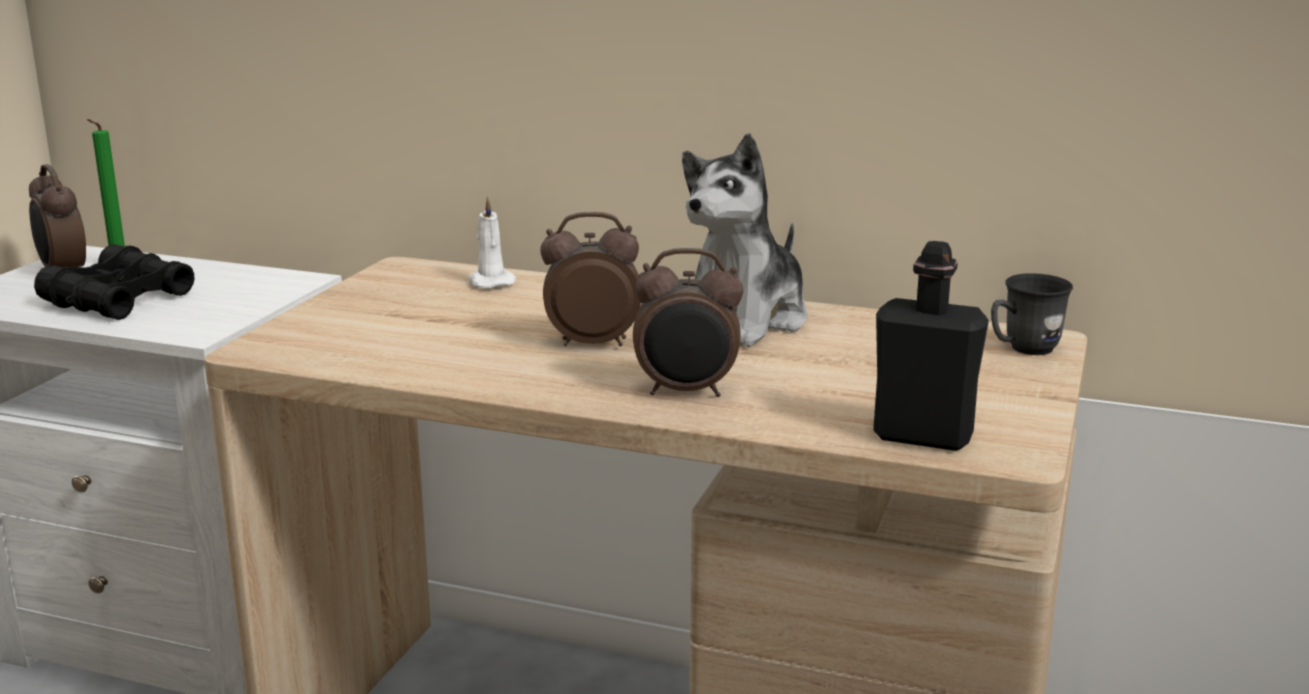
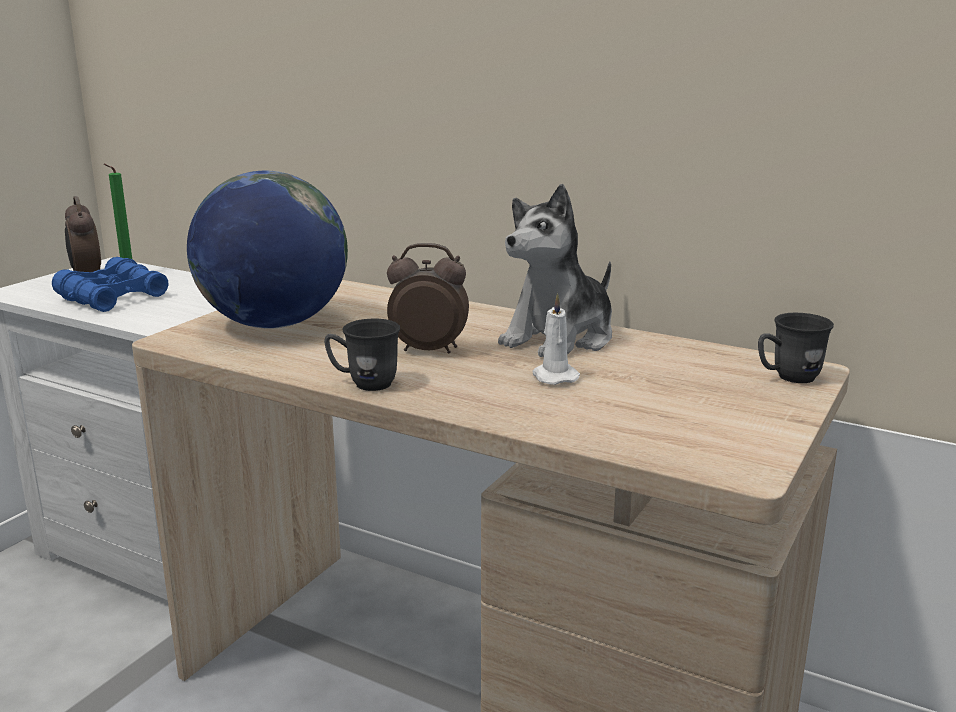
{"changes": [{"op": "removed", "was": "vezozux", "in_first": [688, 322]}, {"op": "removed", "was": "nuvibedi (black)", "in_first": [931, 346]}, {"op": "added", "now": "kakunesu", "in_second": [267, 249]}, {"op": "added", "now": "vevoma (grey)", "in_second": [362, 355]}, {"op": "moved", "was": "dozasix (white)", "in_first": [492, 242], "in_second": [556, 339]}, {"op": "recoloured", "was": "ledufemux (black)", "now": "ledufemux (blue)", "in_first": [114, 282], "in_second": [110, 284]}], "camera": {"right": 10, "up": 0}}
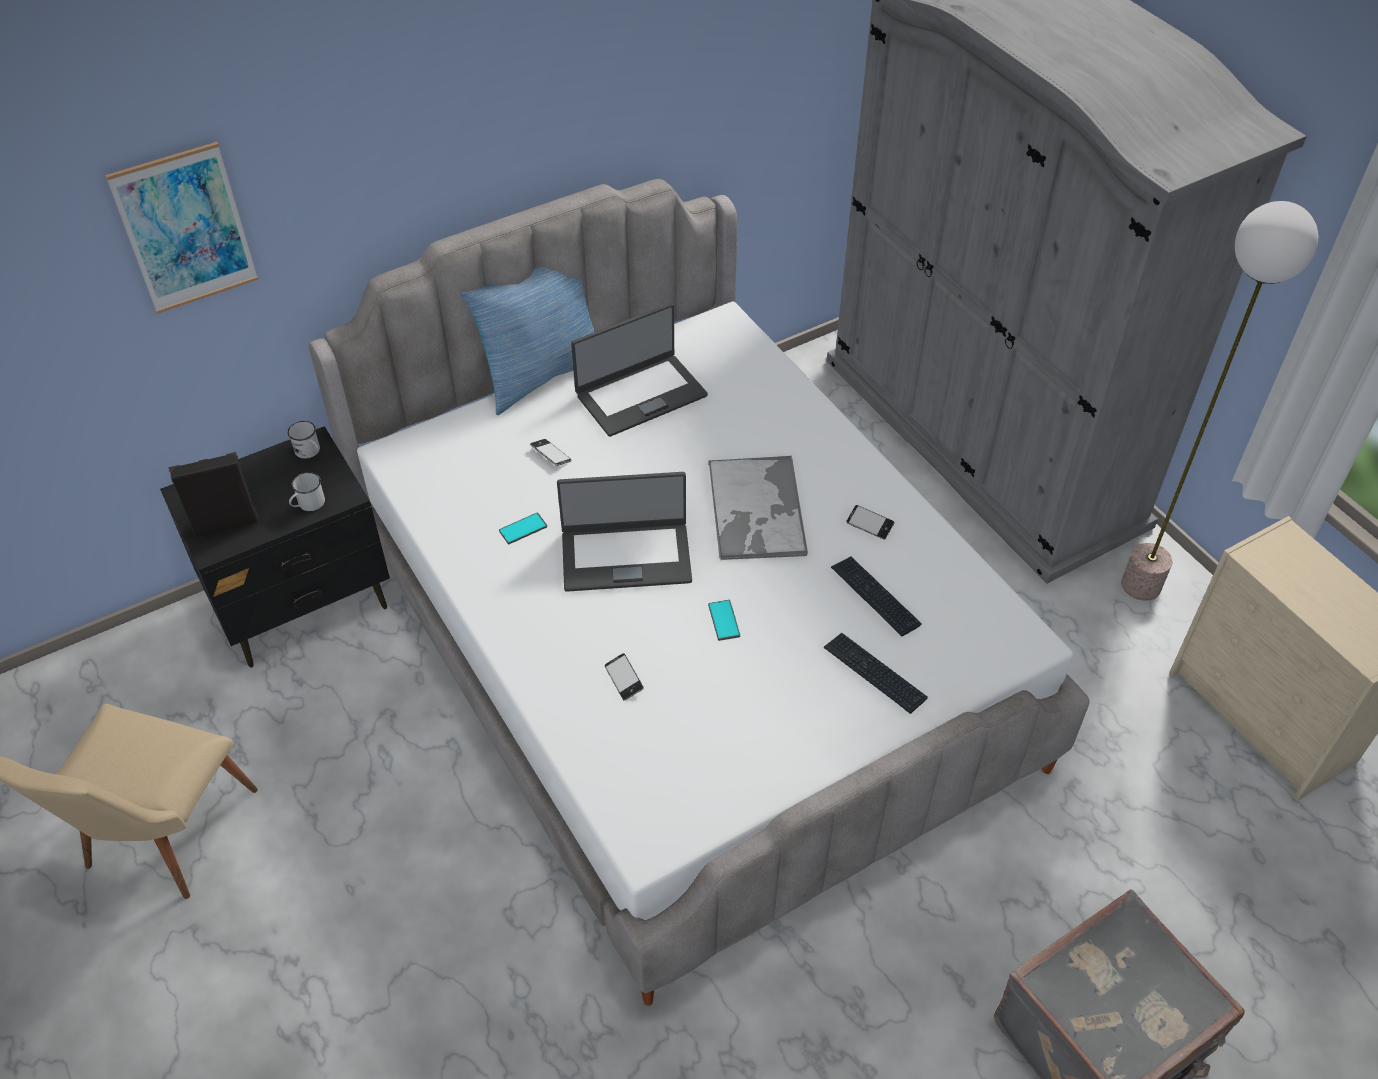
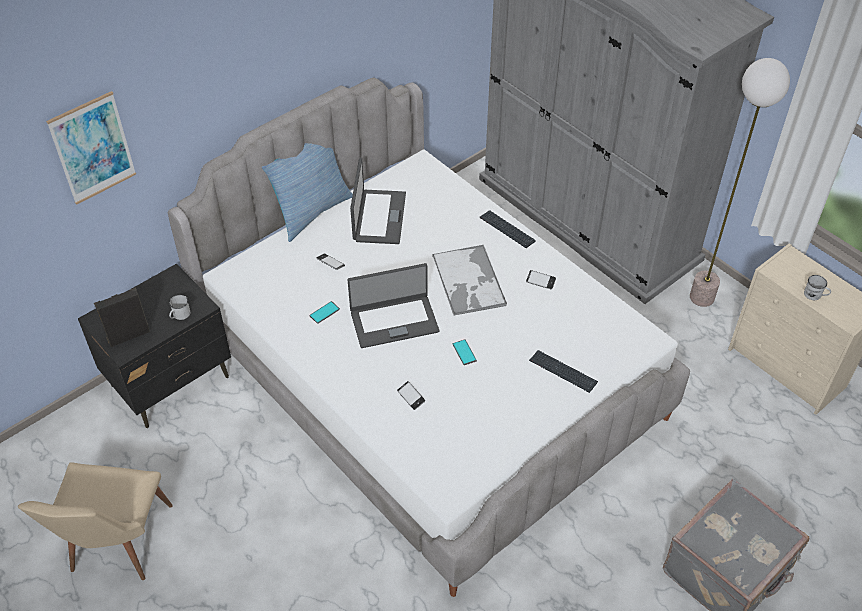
{"changes": [{"op": "moved", "was": "vevoma (white)", "in_first": [304, 440], "in_second": [817, 287]}, {"op": "moved", "was": "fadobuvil", "in_first": [876, 596], "in_second": [507, 229]}, {"op": "turned", "was": "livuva", "in_first": [639, 370], "in_second": [378, 201], "clockwise": -45}], "camera": {"right": -10, "up": 0}}
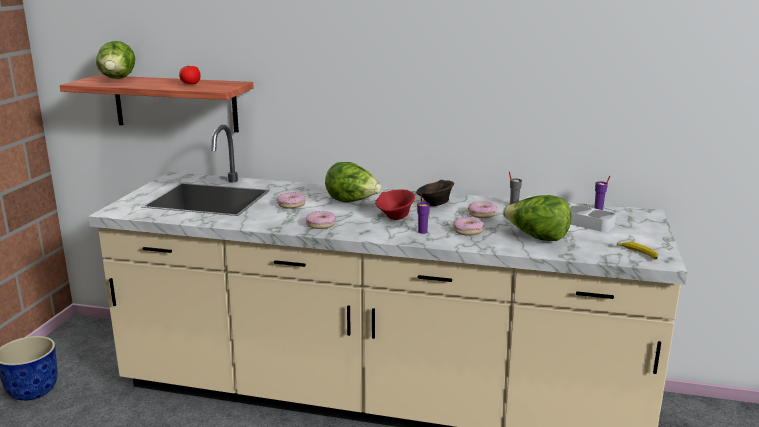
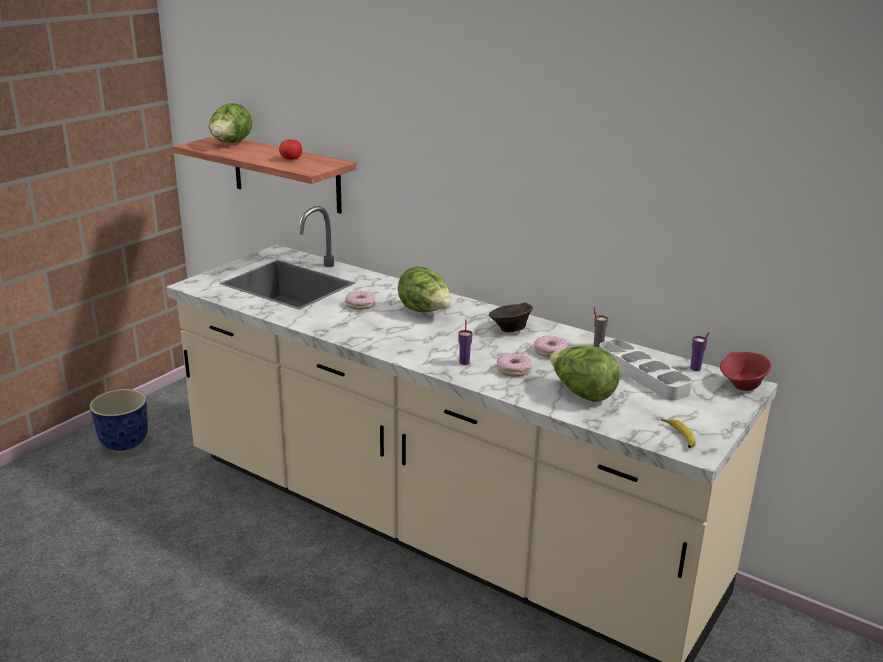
{"changes": [{"op": "removed", "was": "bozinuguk", "in_first": [321, 220]}, {"op": "moved", "was": "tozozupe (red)", "in_first": [395, 205], "in_second": [746, 371]}], "camera": {"right": 20, "up": 5}}
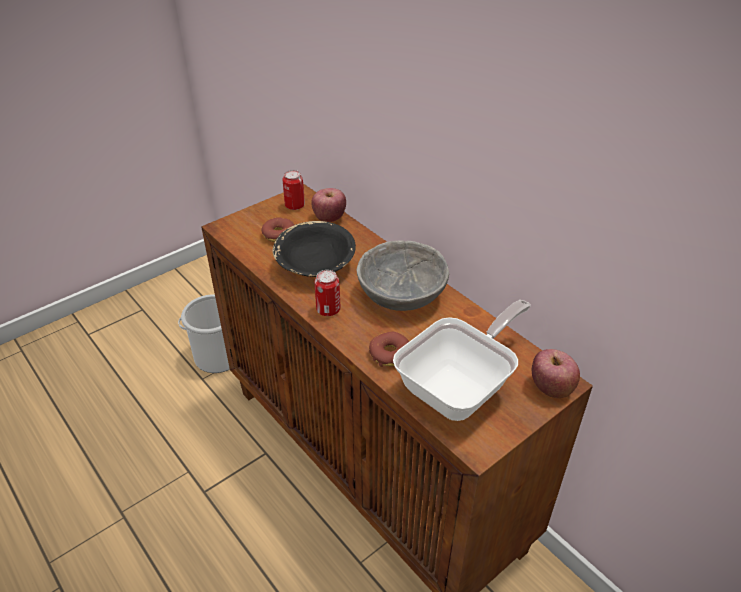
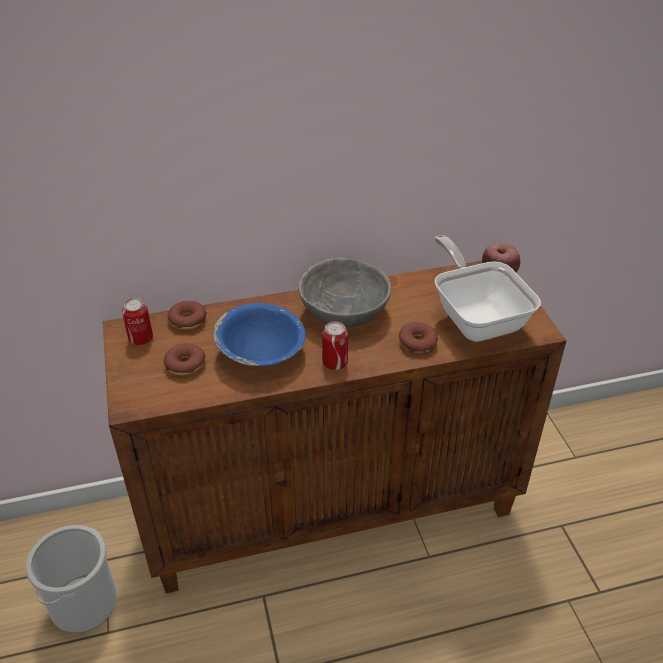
{"changes": [{"op": "replaced", "was": "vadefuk", "now": "bozinuguk", "in_first": [328, 205], "in_second": [187, 315]}, {"op": "recoloured", "was": "tozozupe (black)", "now": "tozozupe (blue)", "in_first": [314, 249], "in_second": [259, 334]}], "camera": {"right": -65, "up": 0}}
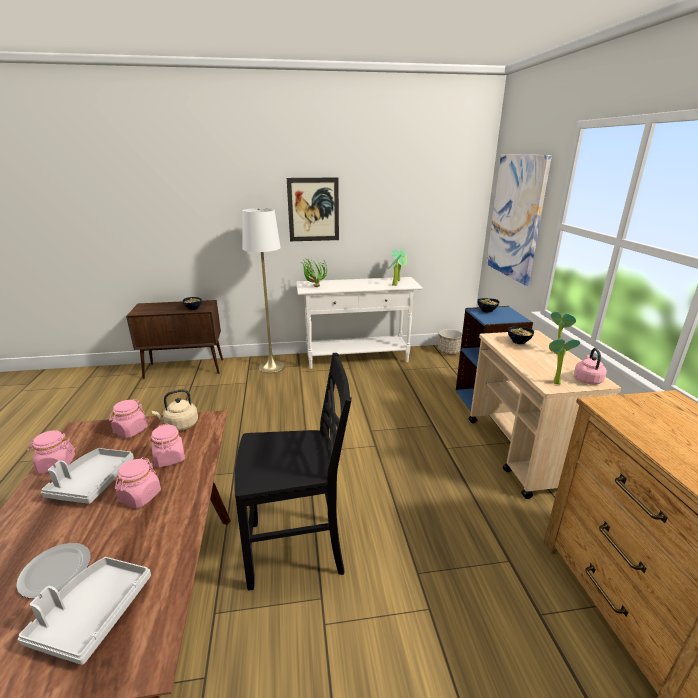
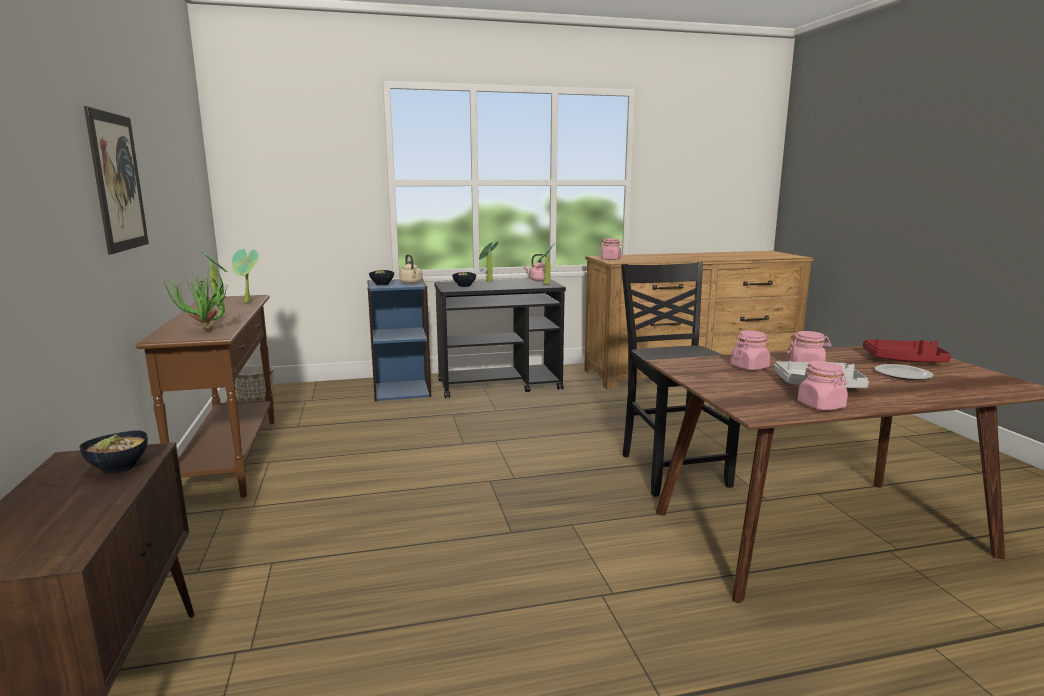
{"changes": [{"op": "removed", "was": "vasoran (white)", "in_first": [263, 291]}, {"op": "removed", "was": "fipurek", "in_first": [519, 219]}, {"op": "moved", "was": "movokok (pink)", "in_first": [128, 418], "in_second": [611, 249]}, {"op": "moved", "was": "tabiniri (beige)", "in_first": [175, 410], "in_second": [411, 269]}, {"op": "recoloured", "was": "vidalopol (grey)", "now": "vidalopol (red)", "in_first": [84, 611], "in_second": [907, 350]}, {"op": "recoloured", "was": "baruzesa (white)", "now": "baruzesa (brown)", "in_first": [359, 323], "in_second": [205, 396]}, {"op": "recoloured", "was": "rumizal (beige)", "now": "rumizal (black)", "in_first": [545, 414], "in_second": [500, 338]}], "camera": {"right": -95, "up": -10}}
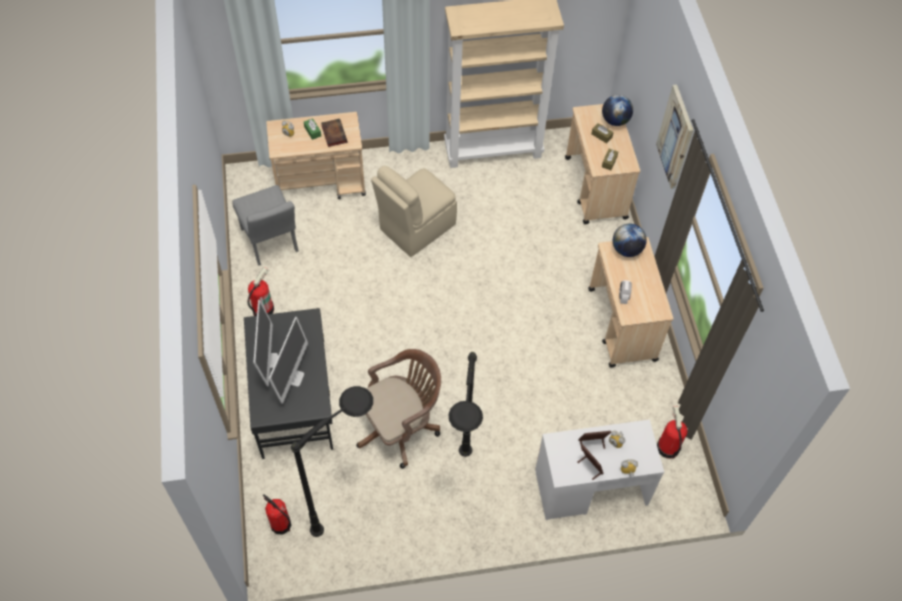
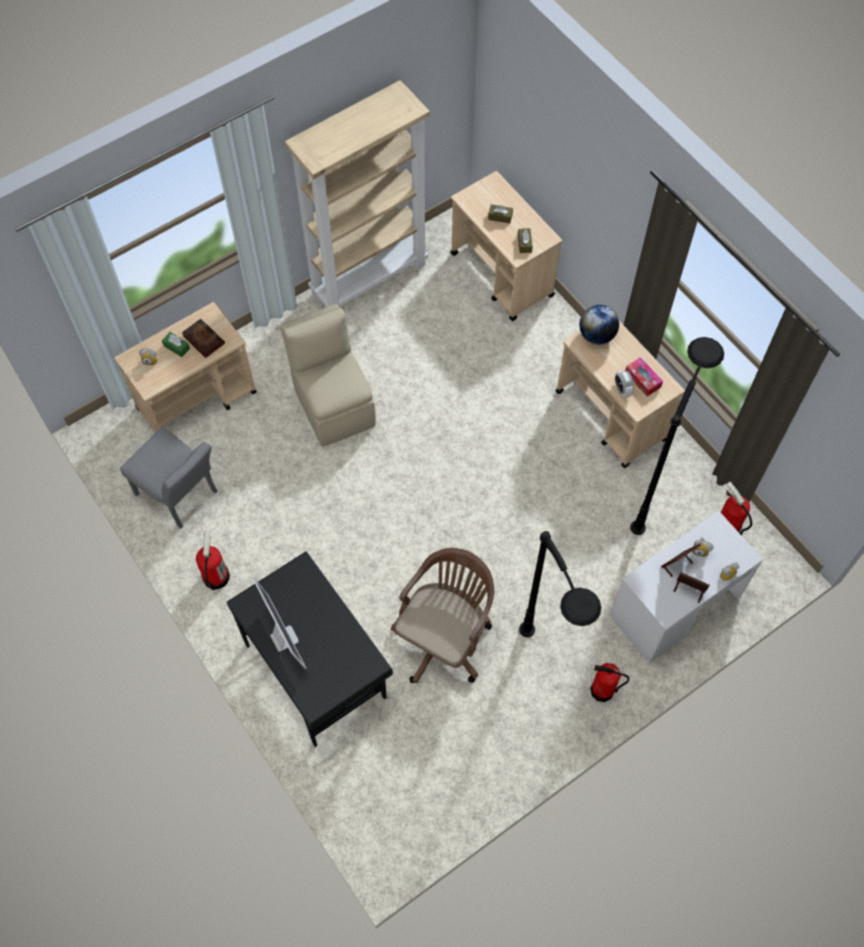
{"changes": [{"op": "removed", "was": "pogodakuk", "in_first": [288, 360]}, {"op": "removed", "was": "kakunesu", "in_first": [617, 110]}, {"op": "removed", "was": "fipurek", "in_first": [674, 136]}, {"op": "added", "now": "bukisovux", "in_second": [644, 376]}, {"op": "moved", "was": "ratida", "in_first": [277, 514], "in_second": [609, 682]}, {"op": "moved", "was": "vasoran (black)", "in_first": [332, 461], "in_second": [677, 436]}, {"op": "turned", "was": "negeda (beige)", "in_first": [414, 211], "in_second": [328, 375], "clockwise": 135}], "camera": {"right": -25, "up": 5}}
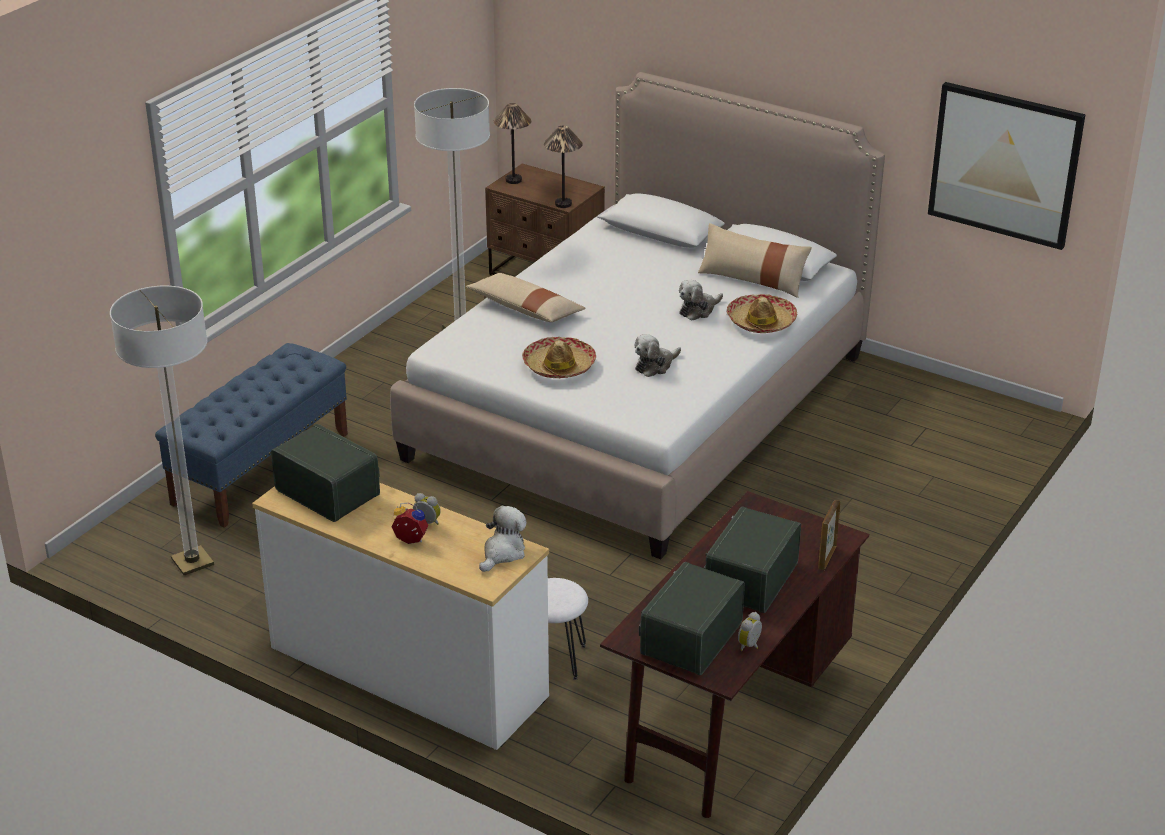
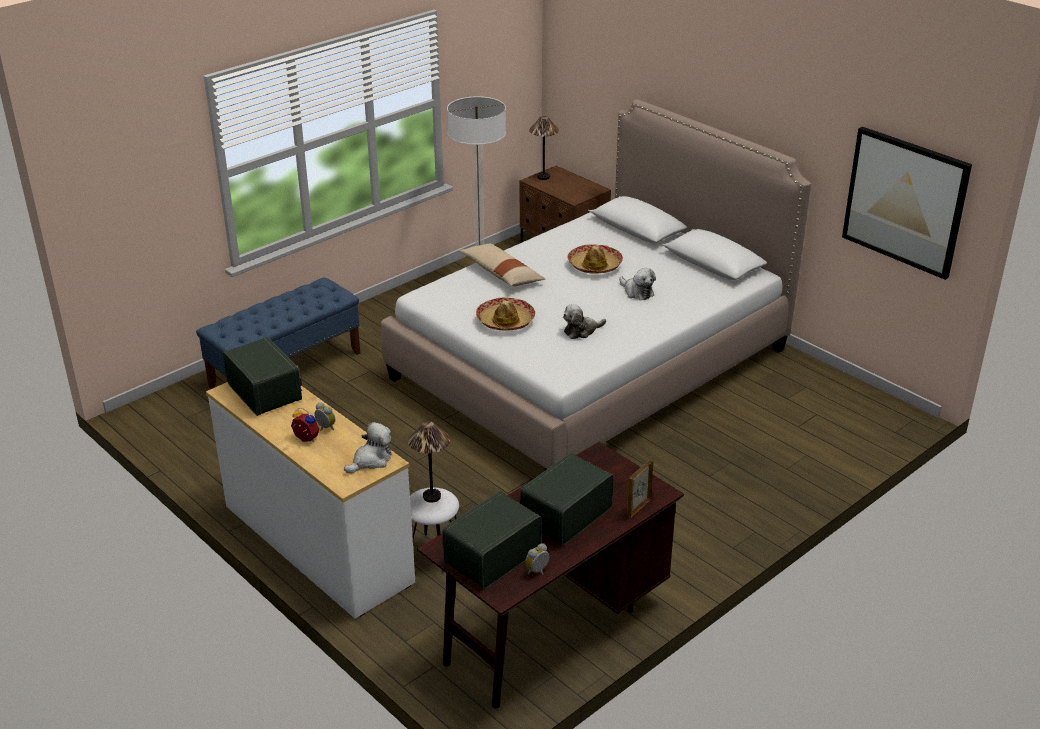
{"changes": [{"op": "removed", "was": "vasoran", "in_first": [162, 430]}, {"op": "removed", "was": "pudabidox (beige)", "in_first": [755, 260]}, {"op": "moved", "was": "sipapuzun", "in_first": [563, 167], "in_second": [429, 462]}, {"op": "moved", "was": "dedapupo", "in_first": [762, 313], "in_second": [595, 259]}, {"op": "turned", "was": "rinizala", "in_first": [701, 300], "in_second": [637, 284], "clockwise": -105}], "camera": {"right": 15, "up": 0}}
